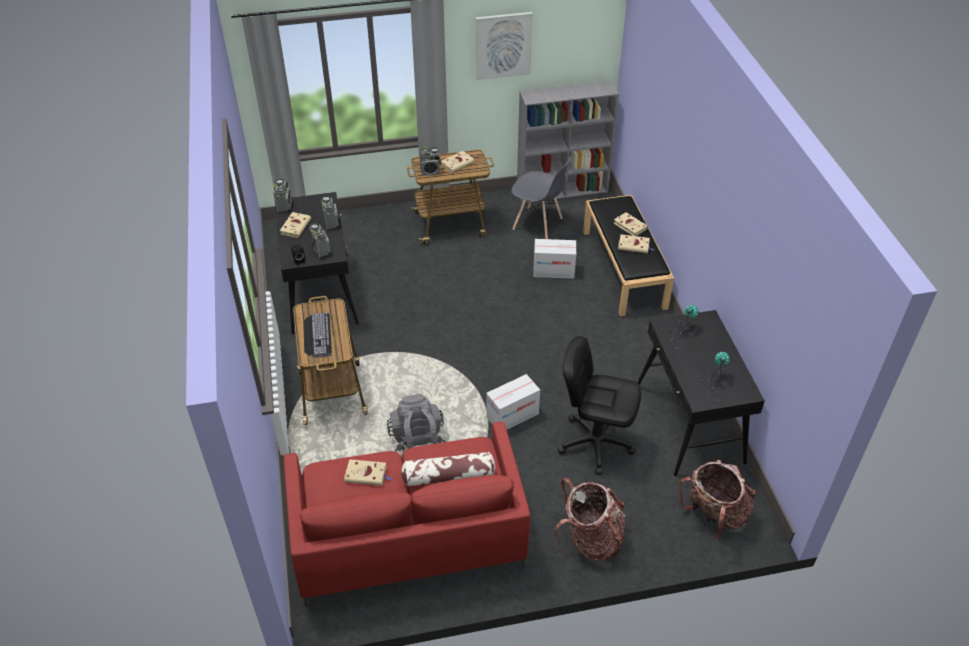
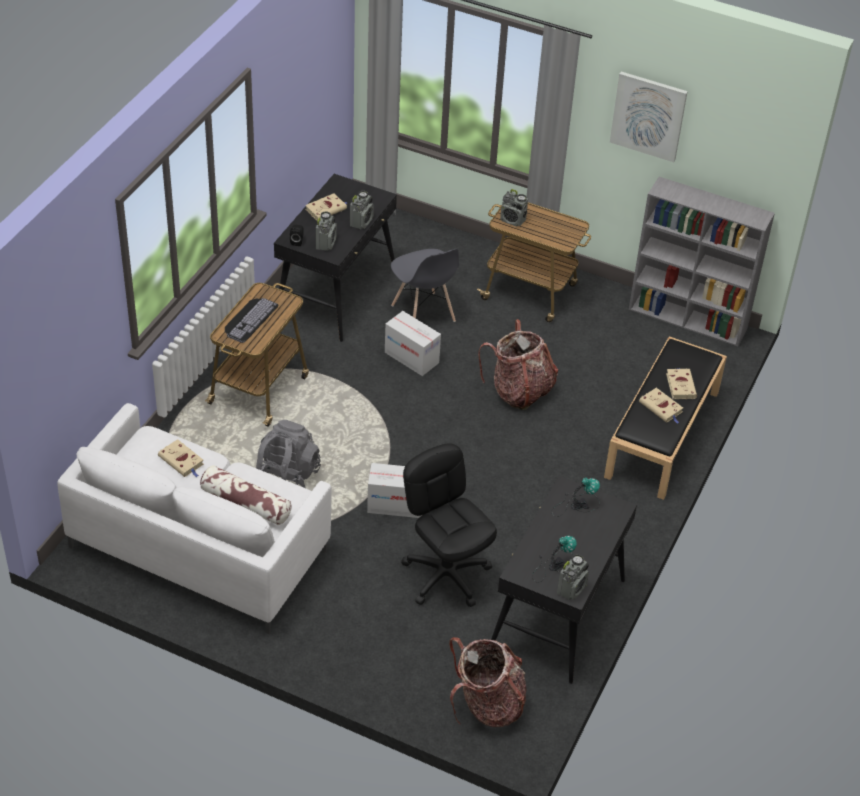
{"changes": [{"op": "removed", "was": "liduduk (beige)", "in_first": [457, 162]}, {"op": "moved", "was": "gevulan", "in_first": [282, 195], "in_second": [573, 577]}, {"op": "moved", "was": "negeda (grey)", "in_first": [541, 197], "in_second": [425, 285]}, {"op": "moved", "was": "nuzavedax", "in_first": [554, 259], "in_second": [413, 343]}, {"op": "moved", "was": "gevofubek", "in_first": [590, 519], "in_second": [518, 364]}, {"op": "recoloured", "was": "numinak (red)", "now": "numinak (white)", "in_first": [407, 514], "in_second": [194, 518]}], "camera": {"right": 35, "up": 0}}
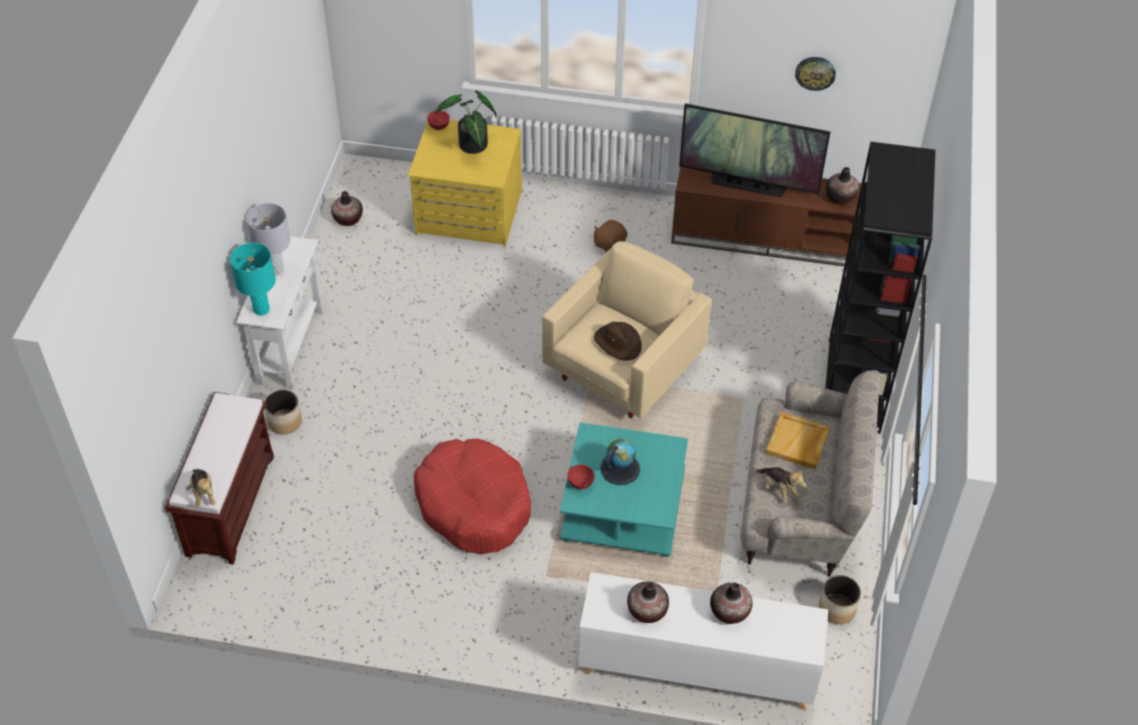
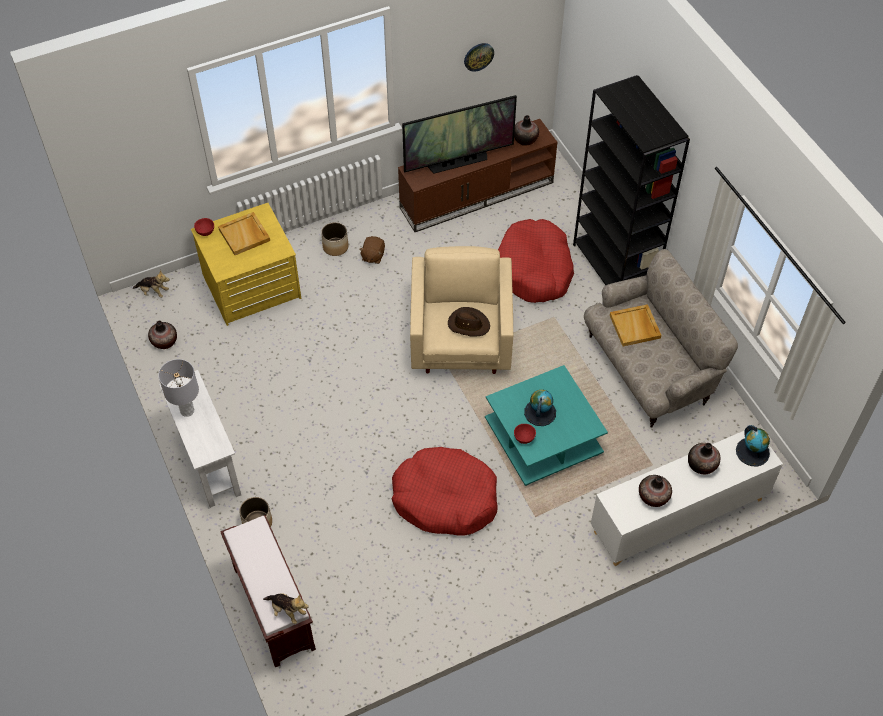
{"changes": [{"op": "removed", "was": "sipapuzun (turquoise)", "in_first": [253, 279]}, {"op": "added", "now": "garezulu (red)", "in_second": [536, 261]}, {"op": "added", "now": "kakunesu", "in_second": [753, 445]}, {"op": "moved", "was": "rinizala", "in_first": [781, 485], "in_second": [151, 284]}, {"op": "moved", "was": "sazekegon", "in_first": [840, 599], "in_second": [334, 239]}, {"op": "replaced", "was": "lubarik", "now": "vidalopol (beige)", "in_first": [465, 122], "in_second": [244, 233]}], "camera": {"right": -35, "up": 5}}
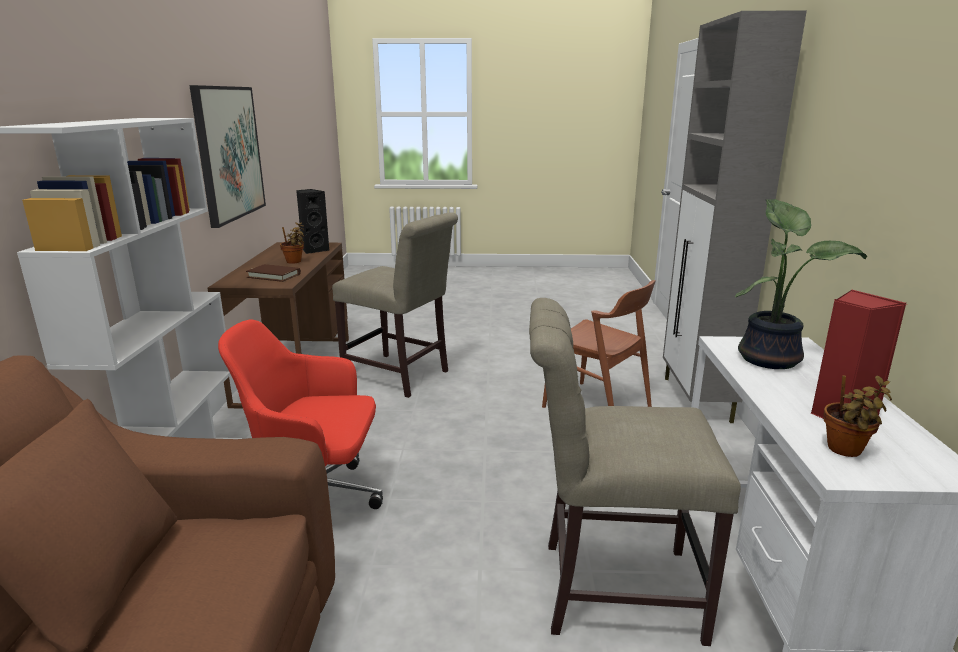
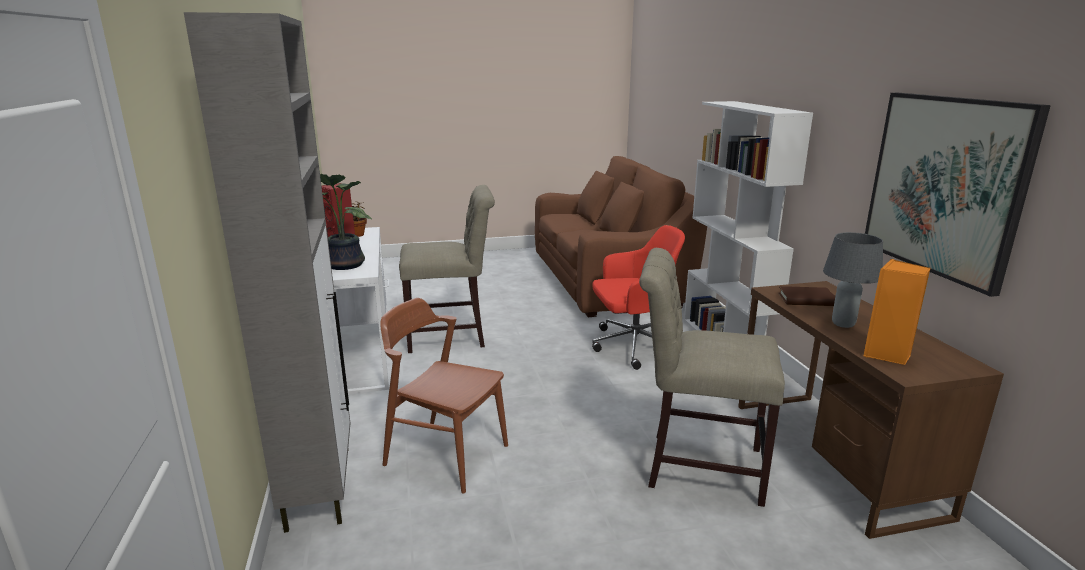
{"changes": [{"op": "replaced", "was": "lubarik", "now": "sipapuzun (grey)", "in_first": [292, 243], "in_second": [853, 280]}, {"op": "recoloured", "was": "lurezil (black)", "now": "lurezil (orange)", "in_first": [312, 221], "in_second": [897, 312]}], "camera": {"right": 165, "up": 0}}
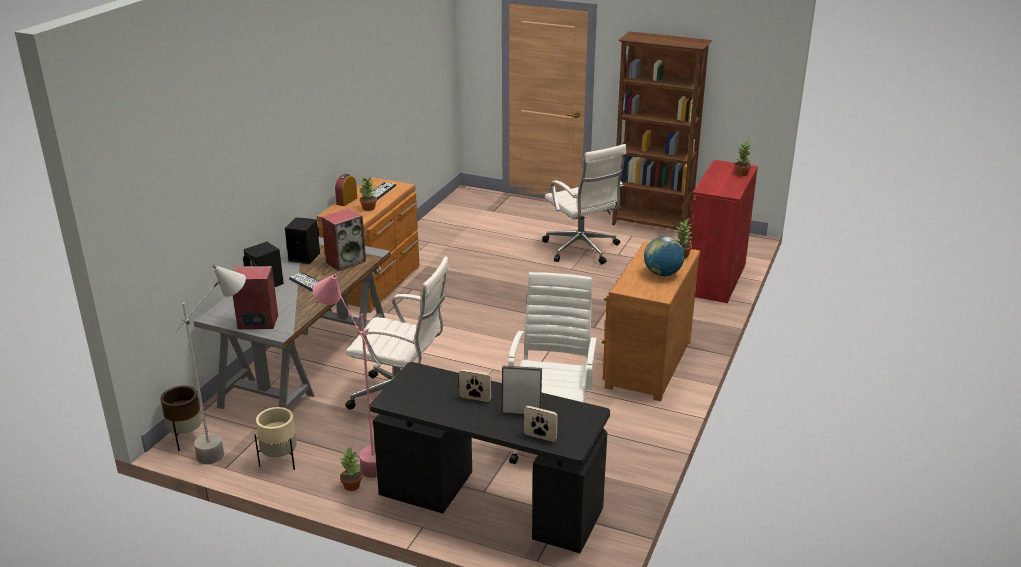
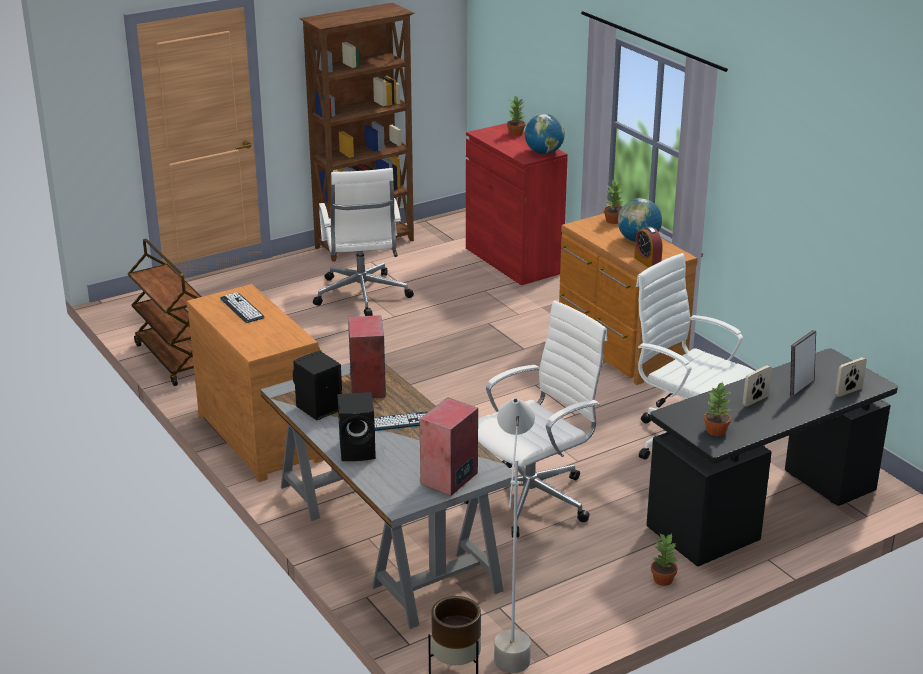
{"changes": [{"op": "removed", "was": "sazekegon (beige)", "in_first": [275, 438]}, {"op": "removed", "was": "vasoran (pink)", "in_first": [345, 376]}, {"op": "added", "now": "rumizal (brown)", "in_second": [165, 312]}, {"op": "added", "now": "kakunesu", "in_second": [545, 134]}, {"op": "moved", "was": "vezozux", "in_first": [346, 190], "in_second": [648, 247]}, {"op": "moved", "was": "lubarik", "in_first": [368, 194], "in_second": [717, 409]}, {"op": "turned", "was": "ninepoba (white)", "in_first": [584, 204], "in_second": [363, 242], "clockwise": 75}], "camera": {"right": -55, "up": 0}}
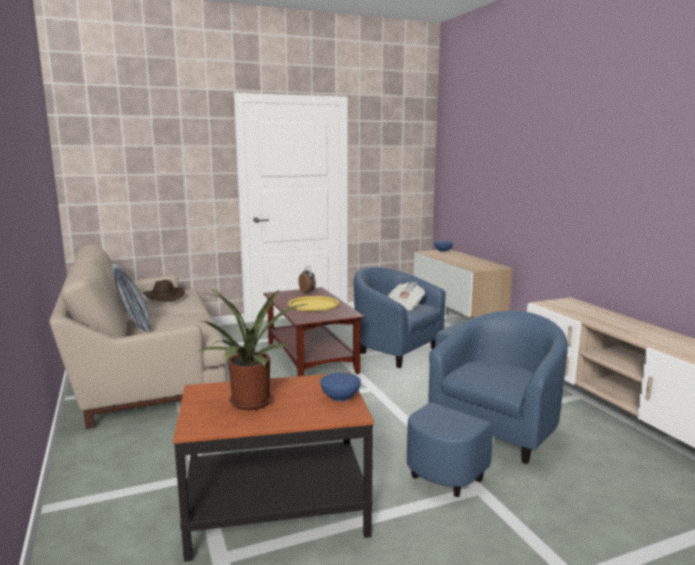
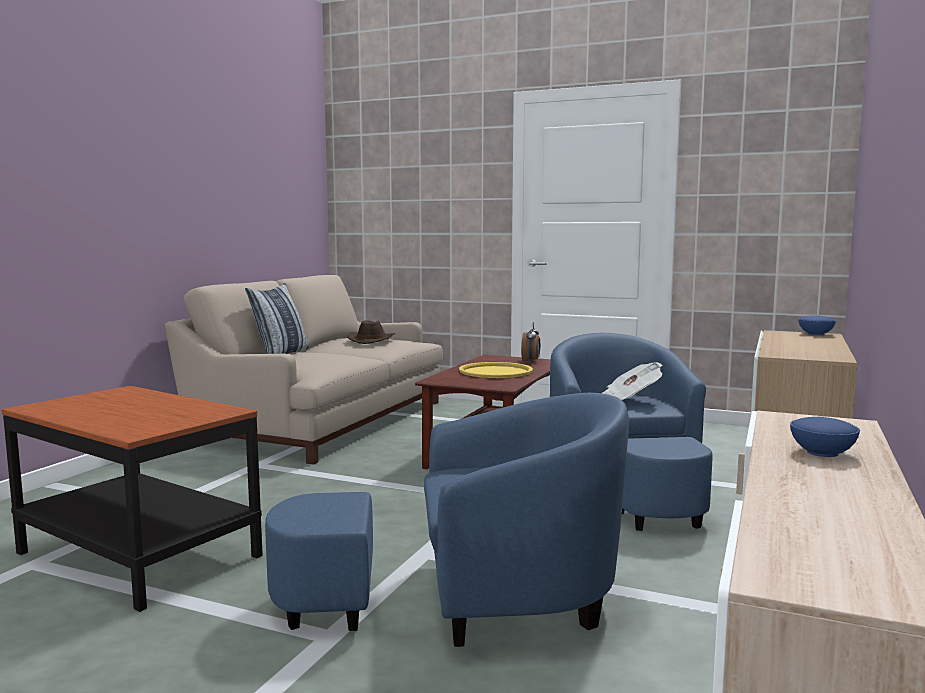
{"changes": [{"op": "removed", "was": "lubarik", "in_first": [251, 349]}, {"op": "moved", "was": "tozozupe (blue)", "in_first": [340, 387], "in_second": [825, 437]}], "camera": {"right": 45, "up": -5}}
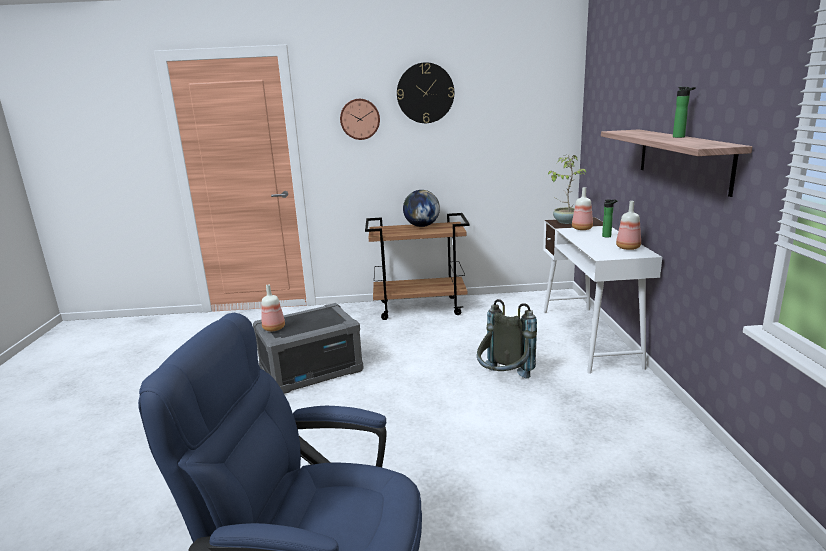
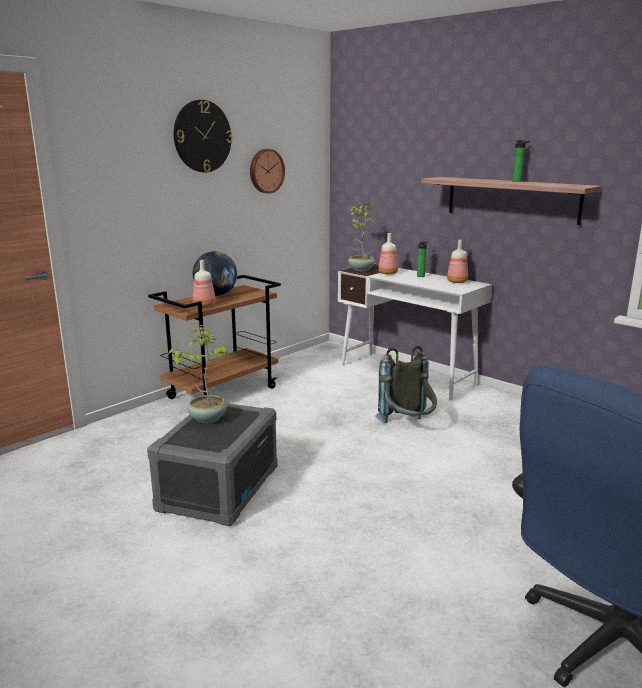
{"changes": [{"op": "added", "now": "lubarik", "in_second": [199, 374]}, {"op": "moved", "was": "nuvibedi", "in_first": [273, 307], "in_second": [204, 283]}, {"op": "moved", "was": "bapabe", "in_first": [360, 119], "in_second": [267, 171]}], "camera": {"right": -45, "up": 0}}
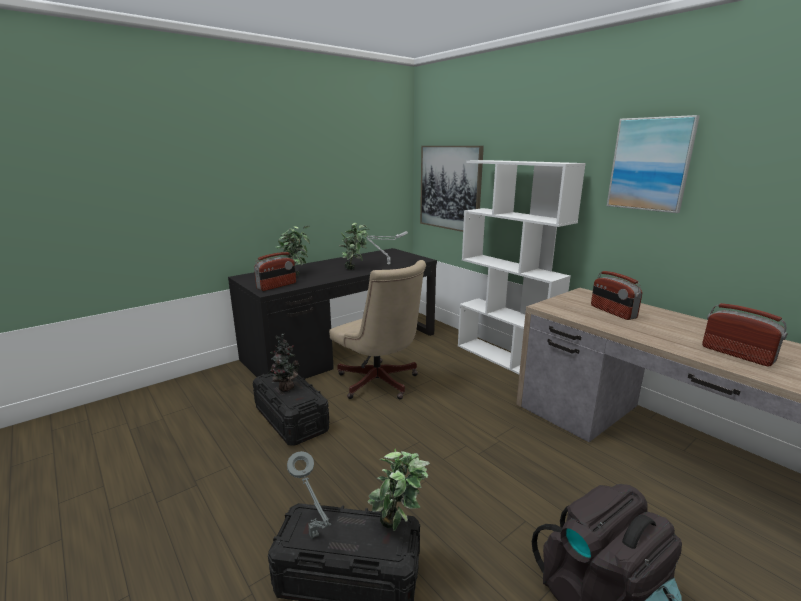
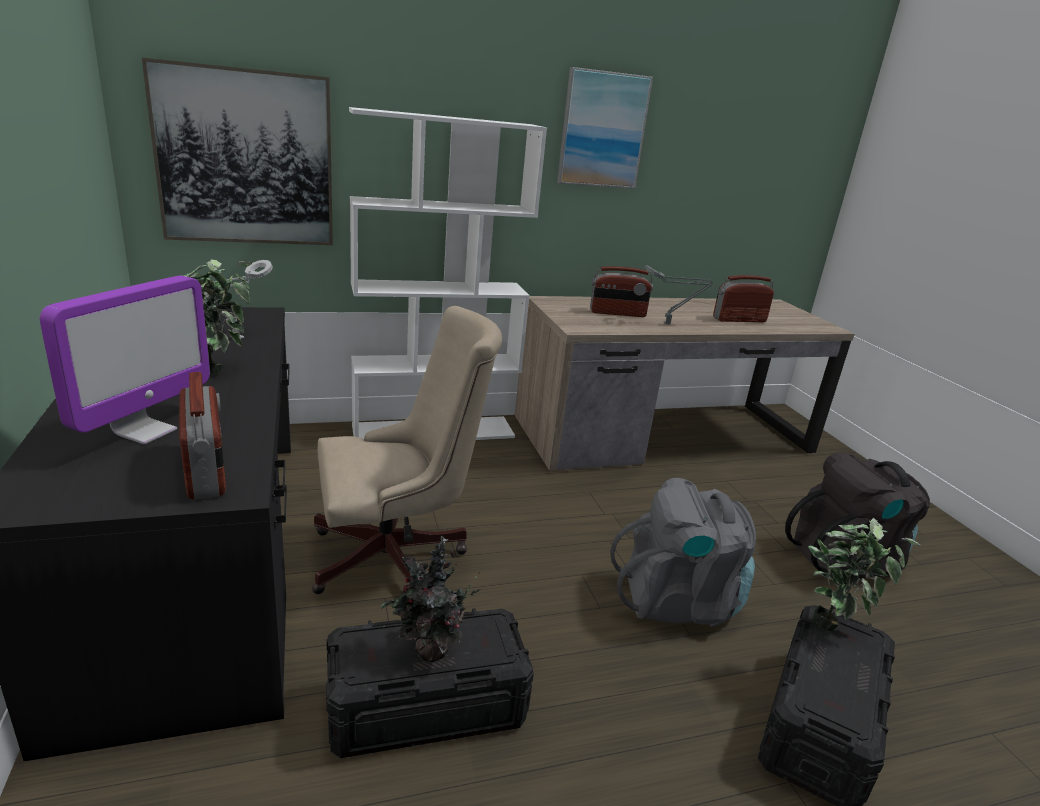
{"changes": [{"op": "added", "now": "gevofubek (grey)", "in_second": [683, 552]}, {"op": "moved", "was": "sipapuzun (grey)", "in_first": [309, 495], "in_second": [678, 294]}, {"op": "replaced", "was": "lubarik", "now": "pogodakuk", "in_first": [293, 251], "in_second": [125, 359]}], "camera": {"right": -70, "up": 5}}
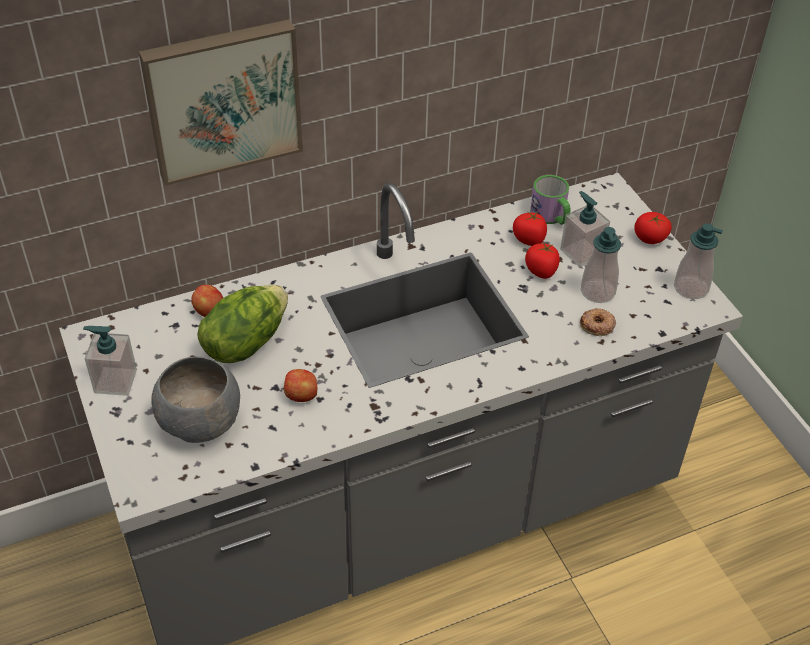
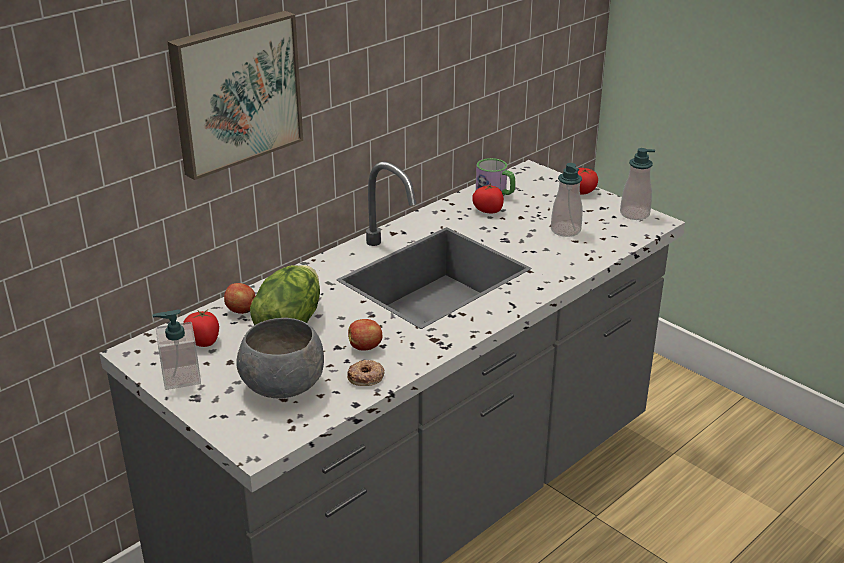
{"changes": [{"op": "removed", "was": "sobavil", "in_first": [585, 229]}, {"op": "moved", "was": "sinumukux", "in_first": [542, 261], "in_second": [201, 328]}, {"op": "moved", "was": "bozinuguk", "in_first": [598, 322], "in_second": [366, 373]}], "camera": {"right": -20, "up": -15}}
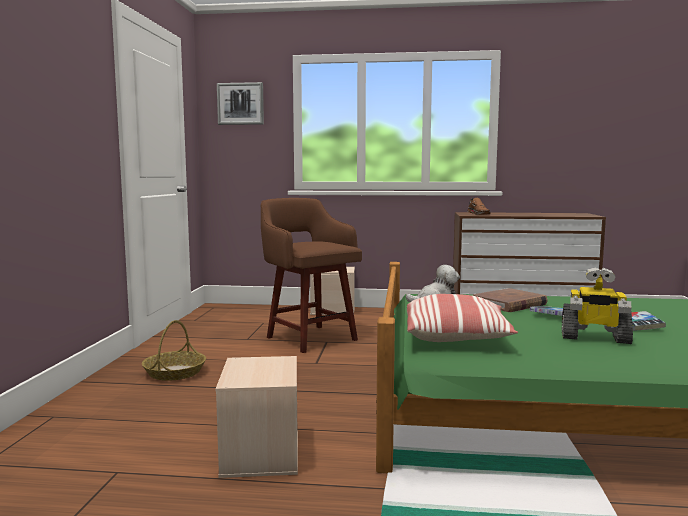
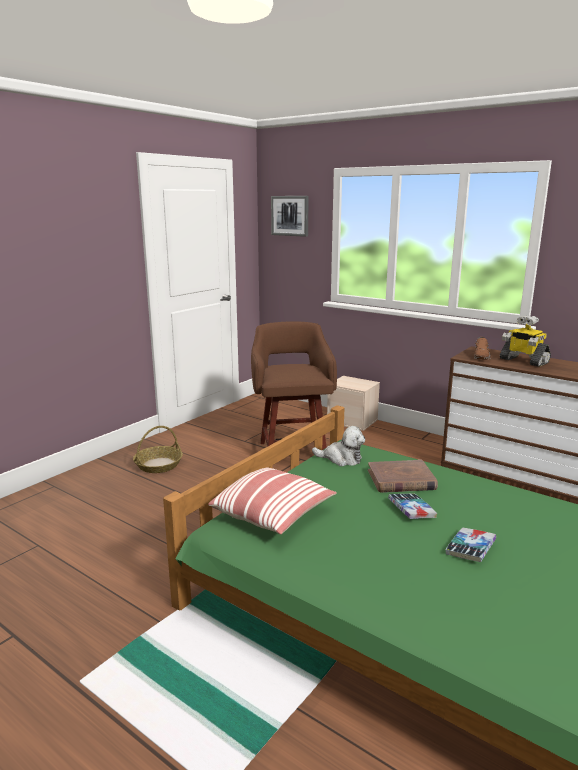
{"changes": [{"op": "removed", "was": "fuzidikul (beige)", "in_first": [257, 417]}, {"op": "moved", "was": "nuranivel", "in_first": [597, 305], "in_second": [525, 341]}], "camera": {"right": 30, "up": 10}}
